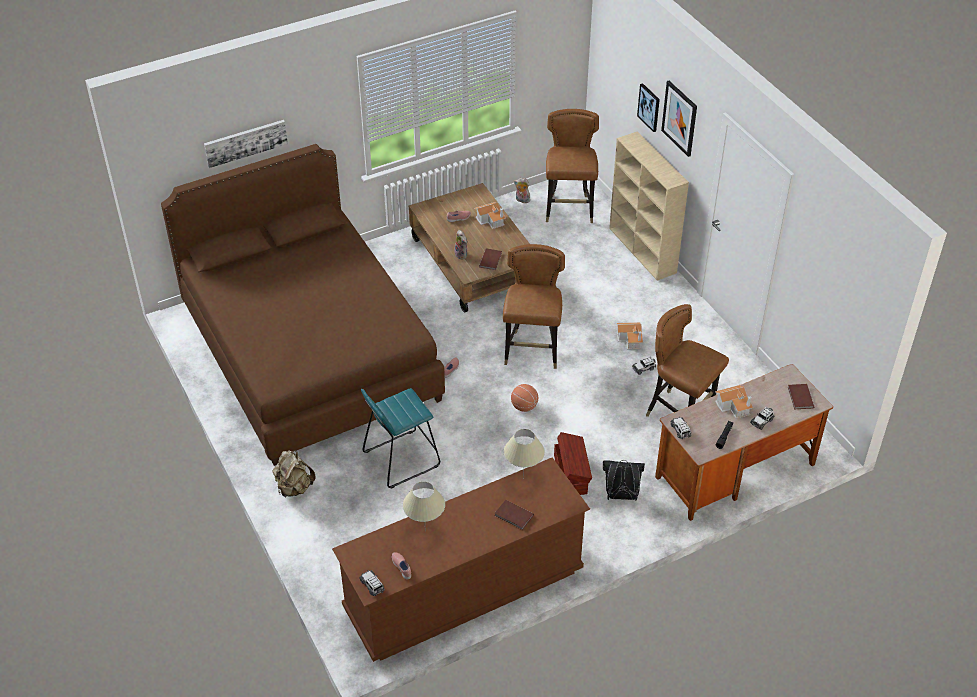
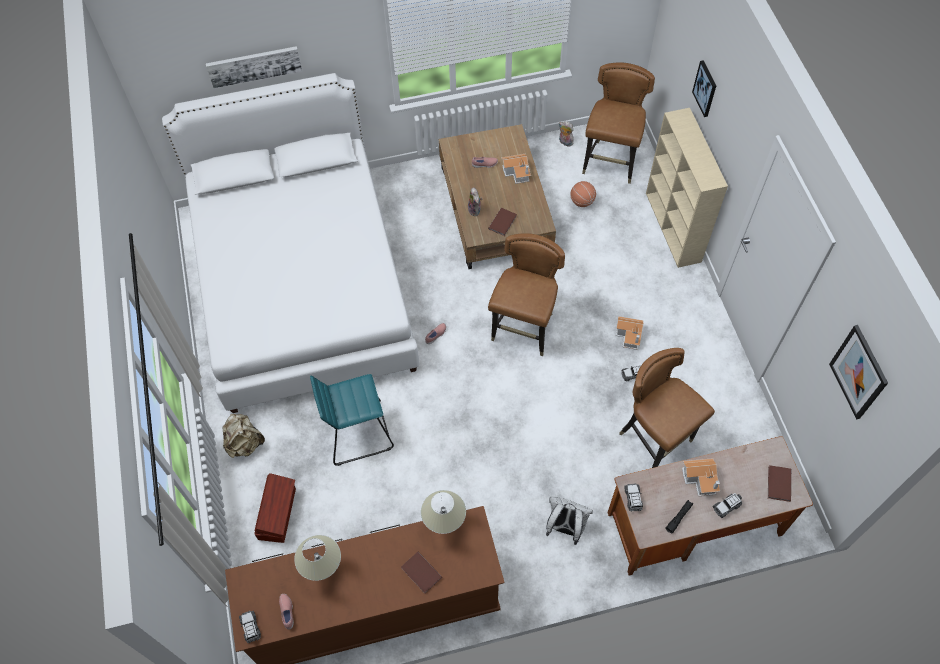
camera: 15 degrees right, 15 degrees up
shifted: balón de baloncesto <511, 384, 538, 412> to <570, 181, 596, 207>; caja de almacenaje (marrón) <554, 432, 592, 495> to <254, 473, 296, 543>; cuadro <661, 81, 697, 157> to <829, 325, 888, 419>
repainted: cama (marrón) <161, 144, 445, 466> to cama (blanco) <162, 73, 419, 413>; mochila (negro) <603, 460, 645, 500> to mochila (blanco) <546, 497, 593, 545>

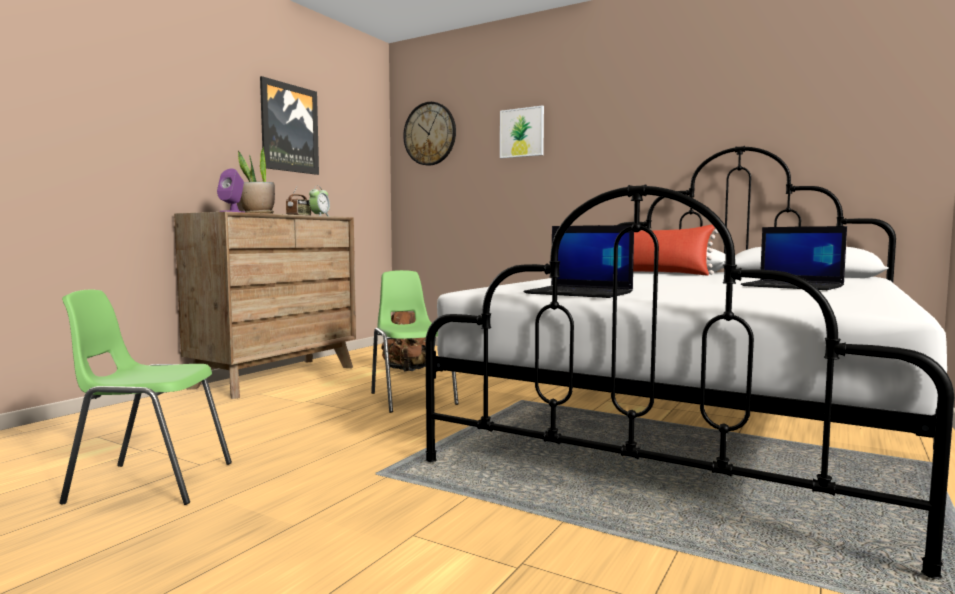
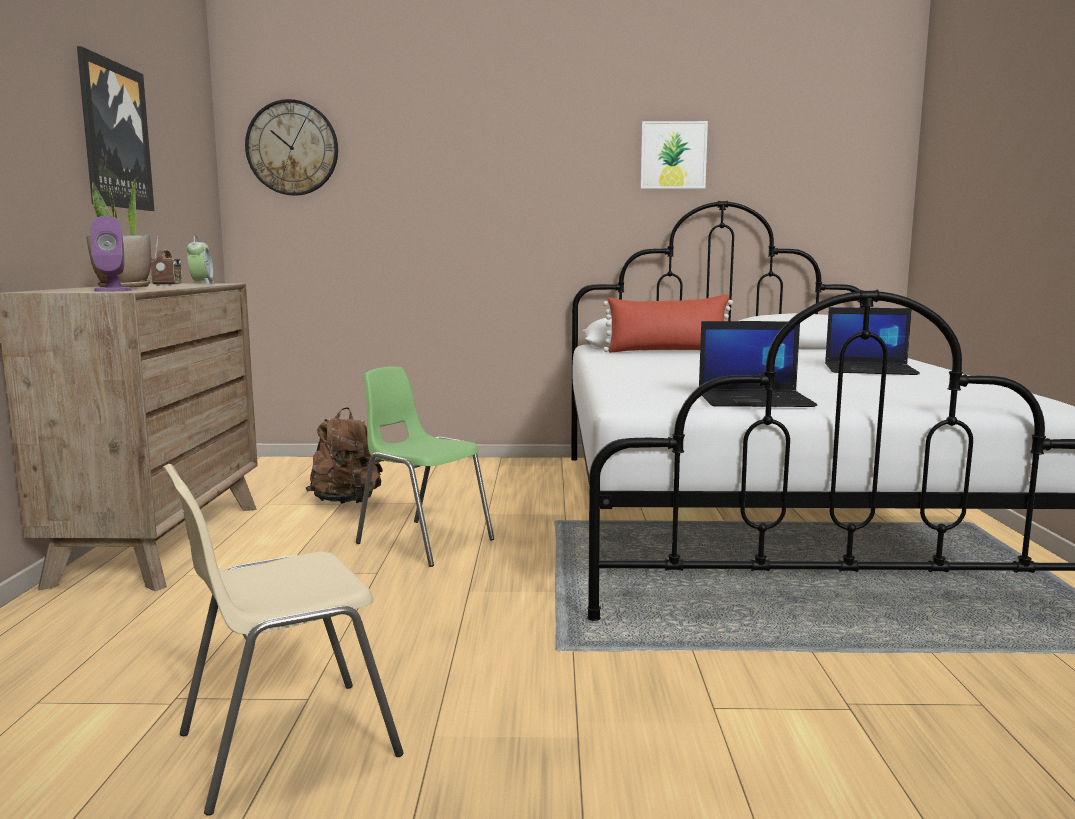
camera: 30 degrees left, 5 degrees up
shifted: cuadro <500, 105, 544, 159> to <640, 121, 708, 189>
repainted: silla (verde) <60, 289, 232, 505> to silla (beis) <163, 464, 403, 816>

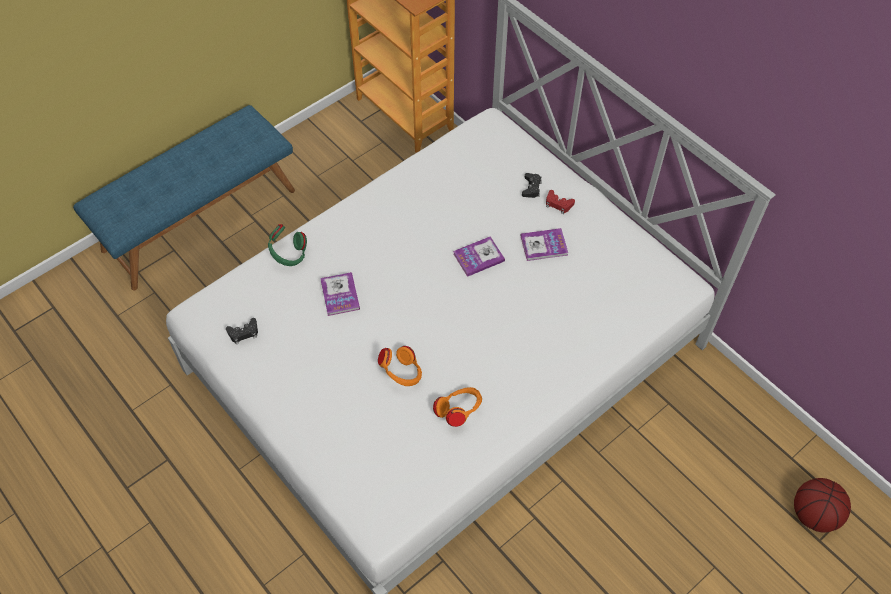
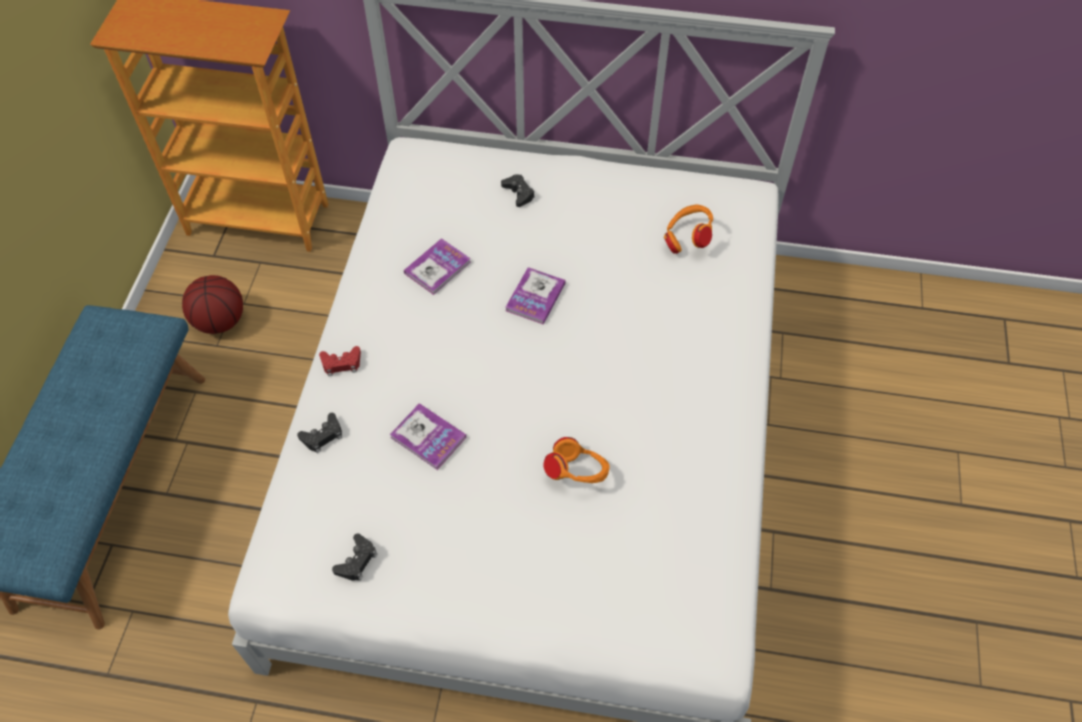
camera: 40 degrees left, 0 degrees up
shifted: auriculares (naranja) <433, 387, 482, 427> to <664, 204, 713, 254>; libro <521, 228, 568, 261> to <404, 238, 471, 295>; mando de consola (rojo) <546, 190, 575, 214> to <319, 346, 361, 376>; balón de baloncesto <794, 478, 851, 533> to <182, 275, 243, 334>
swapped: auriculares (verde) <268, 224, 307, 266> to mando de consola (negro) <297, 413, 342, 453>

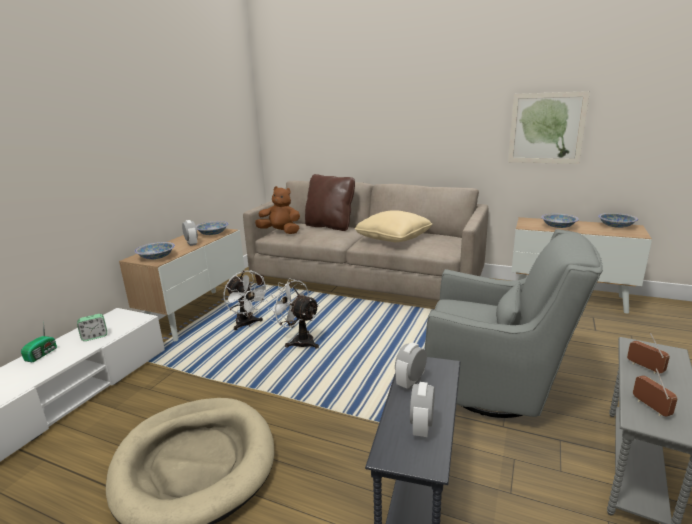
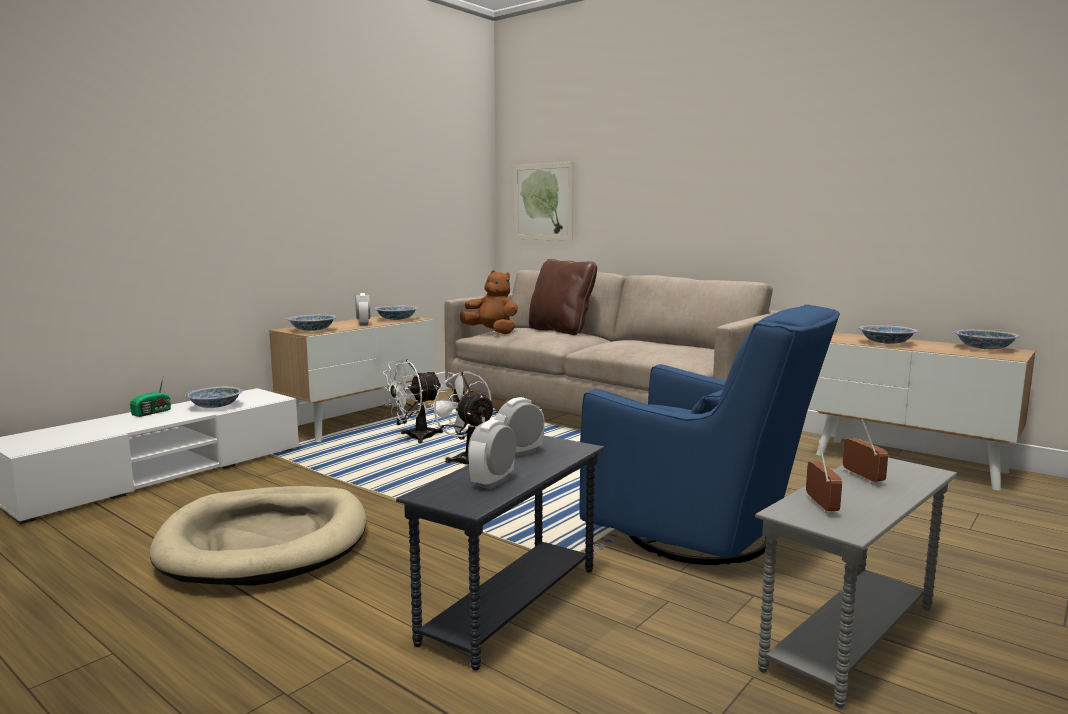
camera: 15 degrees right, 10 degrees down
gone: cojín (beis) <355, 210, 432, 242>
shifted: cuadro <508, 91, 590, 164> to <514, 162, 574, 241>
swapped: despertador <77, 314, 107, 341> to cuenco <185, 387, 243, 408>
repainted: sillón (gris) <425, 229, 603, 418> to sillón (azul) <580, 304, 840, 565>
rotated: ventilador (blanco) <223, 271, 270, 330> = <382, 359, 443, 443> 75 degrees clockwise

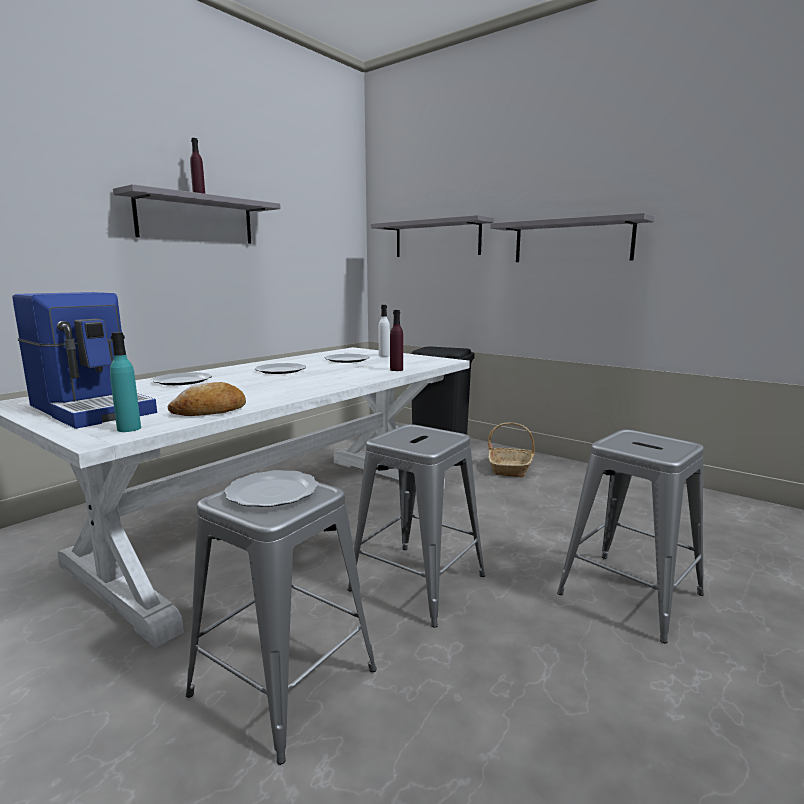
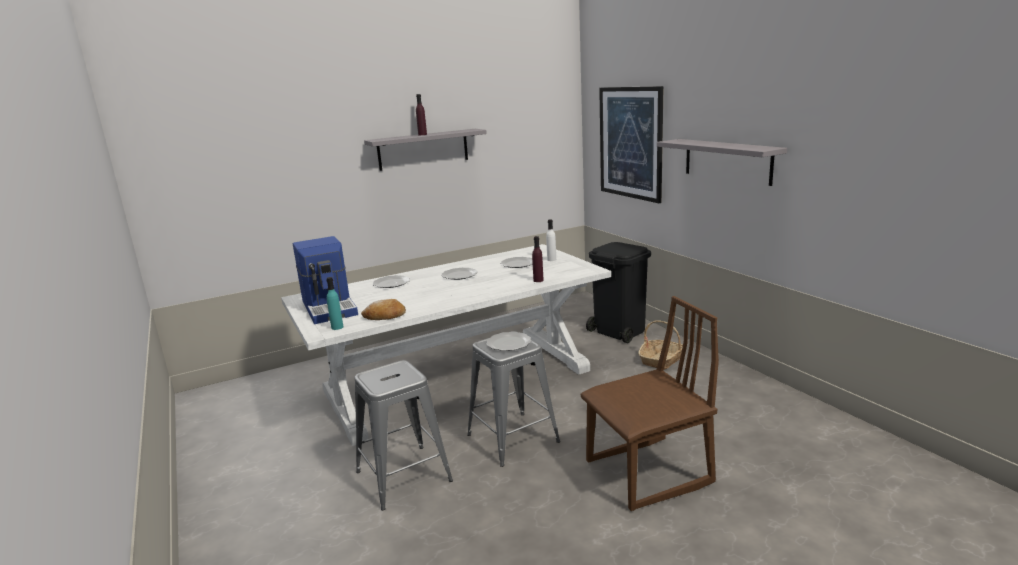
camera: 25 degrees right, 5 degrees up
shifted: plato <224, 470, 318, 507> to <487, 332, 531, 351>
swapped: estante (gris) <371, 215, 494, 257> to cuadro <599, 86, 664, 203>; taburete (gris) <557, 429, 704, 643> to silla (marrón) <580, 296, 719, 511>

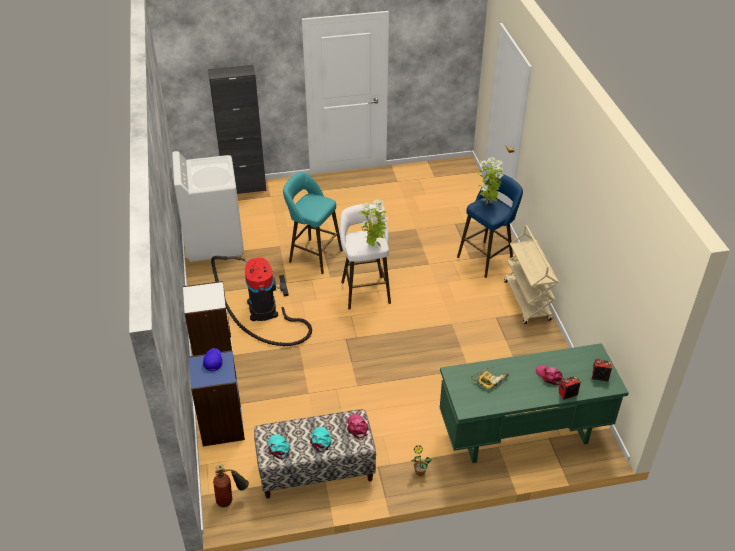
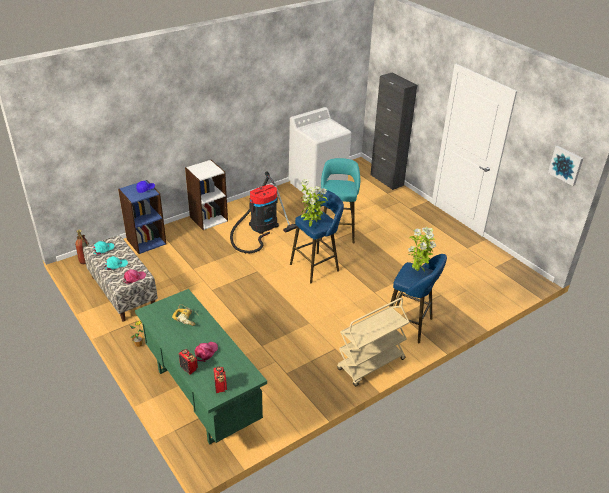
camera: 65 degrees right, 5 degrees down
new: cuadro <548, 146, 583, 186>
repainted: taburete (blanco) <340, 204, 391, 310> to taburete (azul) <290, 190, 344, 283>

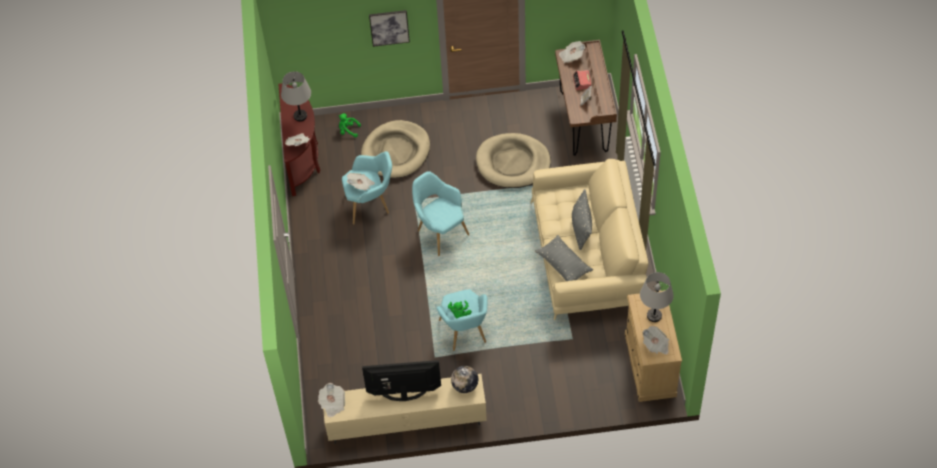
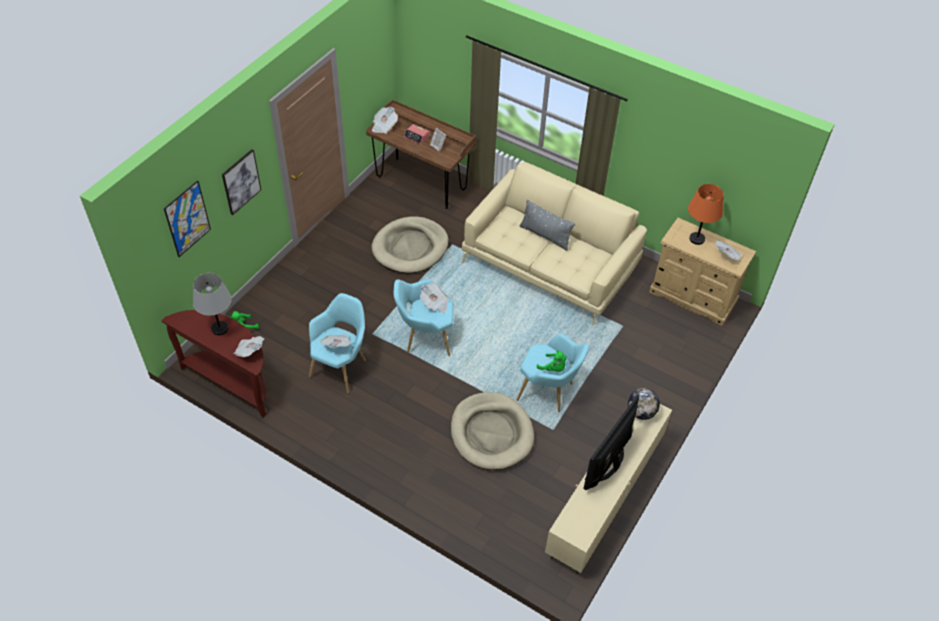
camera: 55 degrees left, 5 degrees down
gone: cojín (gris) <535, 235, 593, 281>
new: cuadro <164, 180, 211, 257>
shifted: periódico <318, 383, 345, 417> to <420, 283, 449, 313>; cama para perro (beis) <361, 120, 430, 178> to <451, 392, 534, 470>
repainted: lámpara de mesa (gris) <640, 272, 674, 322> to lámpara de mesa (naranja) <688, 184, 724, 245>

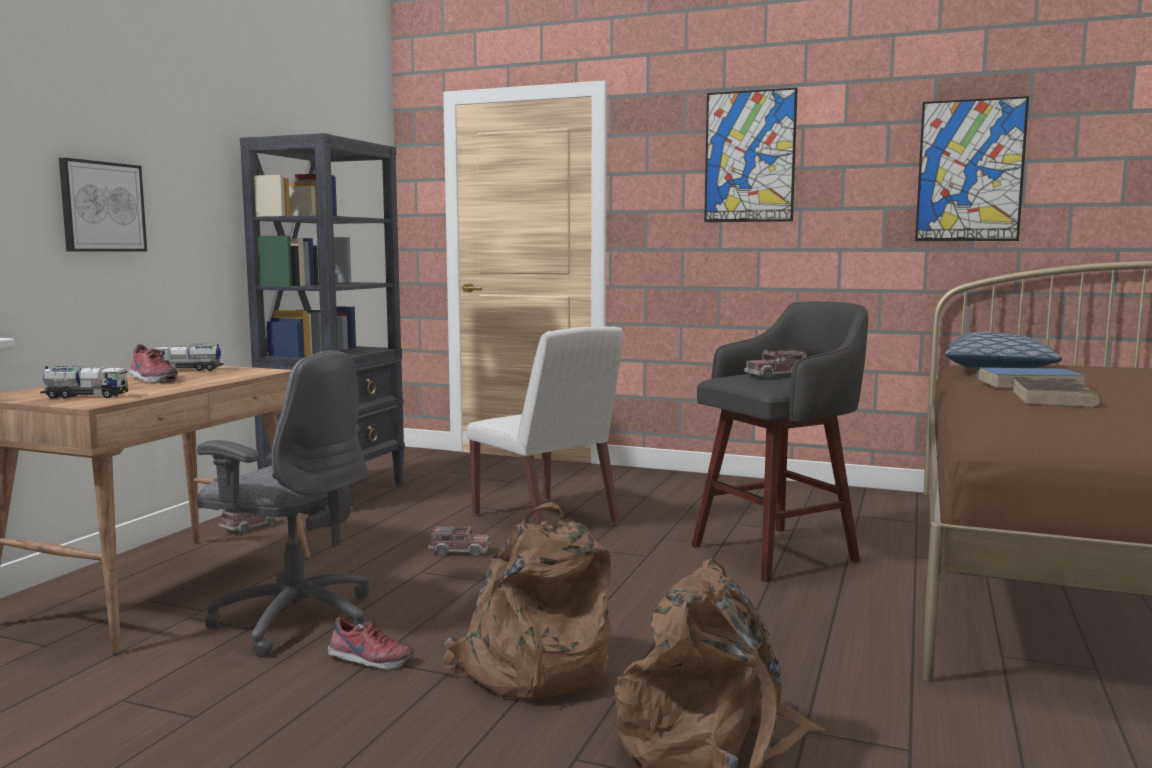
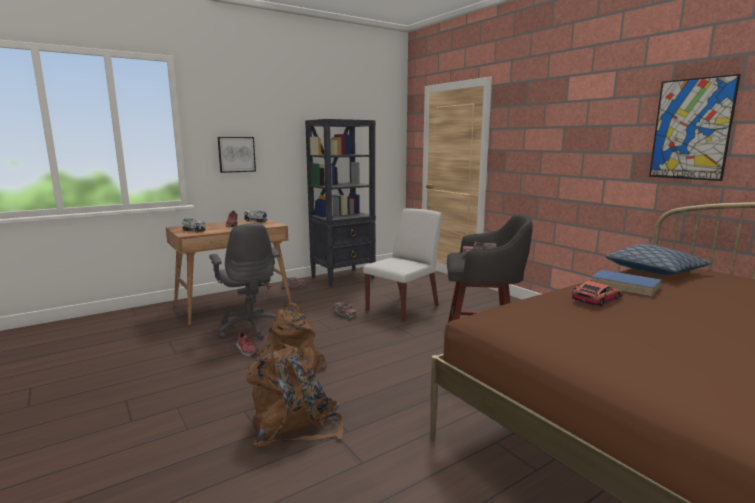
camera: 35 degrees right, 5 degrees up
gone: cuadro <704, 88, 798, 222>
swapped: libro (marrón) <1012, 377, 1101, 407> to coche de juguete <572, 281, 623, 306>
rotated: silla (blanco) <466, 327, 623, 525> = <363, 208, 442, 323> 135 degrees counterclockwise

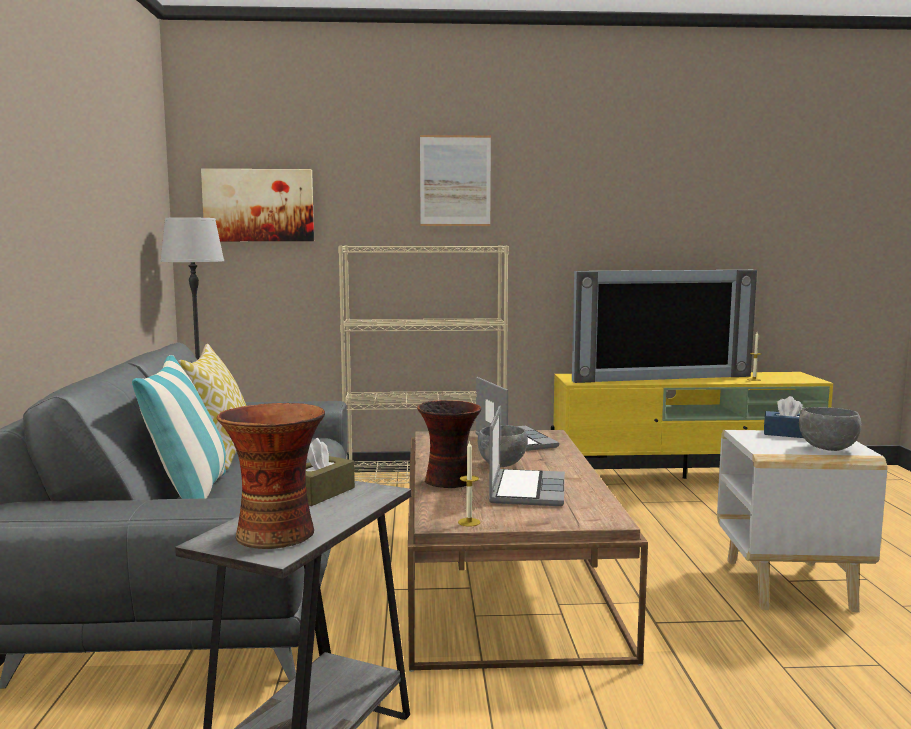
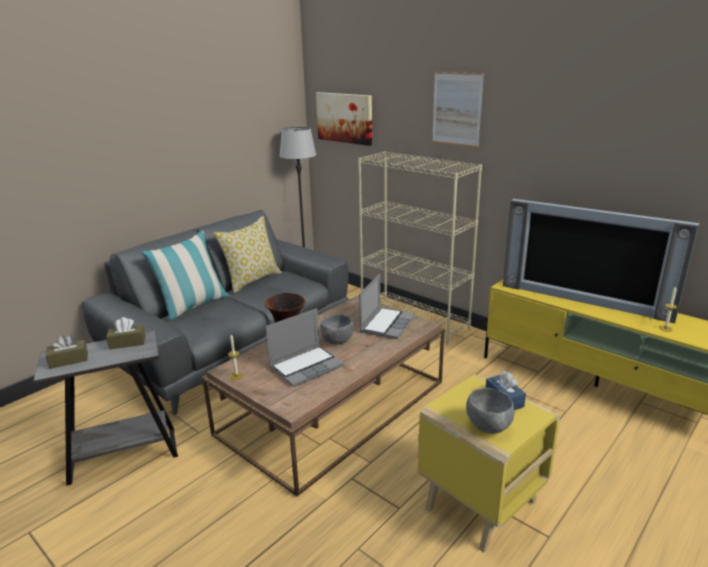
camera: 45 degrees right, 15 degrees up
swapped: florero <217, 403, 325, 549> to caja de pañuelos (marrón) <46, 335, 88, 369>
repainted: mesa auxiliar (blanco) <717, 430, 887, 612> to mesa auxiliar (amarillo) <418, 374, 560, 553>

